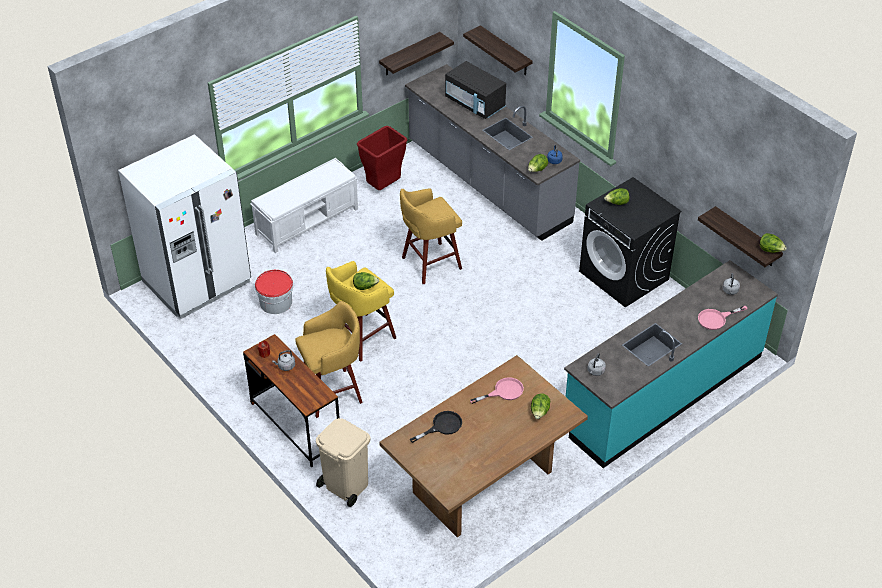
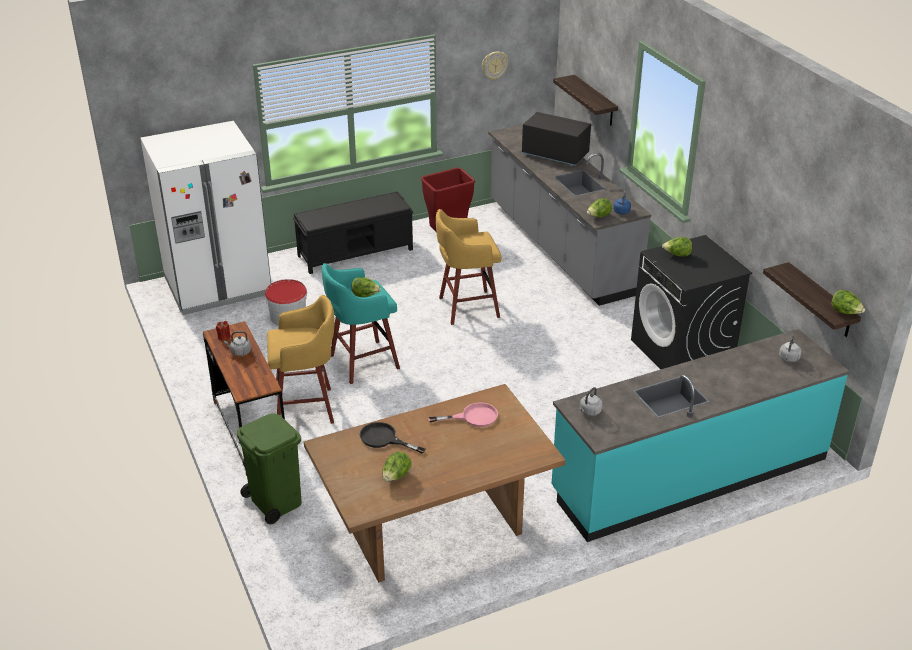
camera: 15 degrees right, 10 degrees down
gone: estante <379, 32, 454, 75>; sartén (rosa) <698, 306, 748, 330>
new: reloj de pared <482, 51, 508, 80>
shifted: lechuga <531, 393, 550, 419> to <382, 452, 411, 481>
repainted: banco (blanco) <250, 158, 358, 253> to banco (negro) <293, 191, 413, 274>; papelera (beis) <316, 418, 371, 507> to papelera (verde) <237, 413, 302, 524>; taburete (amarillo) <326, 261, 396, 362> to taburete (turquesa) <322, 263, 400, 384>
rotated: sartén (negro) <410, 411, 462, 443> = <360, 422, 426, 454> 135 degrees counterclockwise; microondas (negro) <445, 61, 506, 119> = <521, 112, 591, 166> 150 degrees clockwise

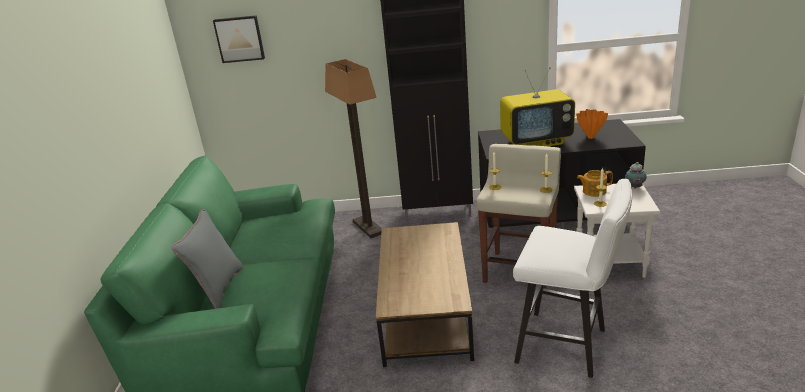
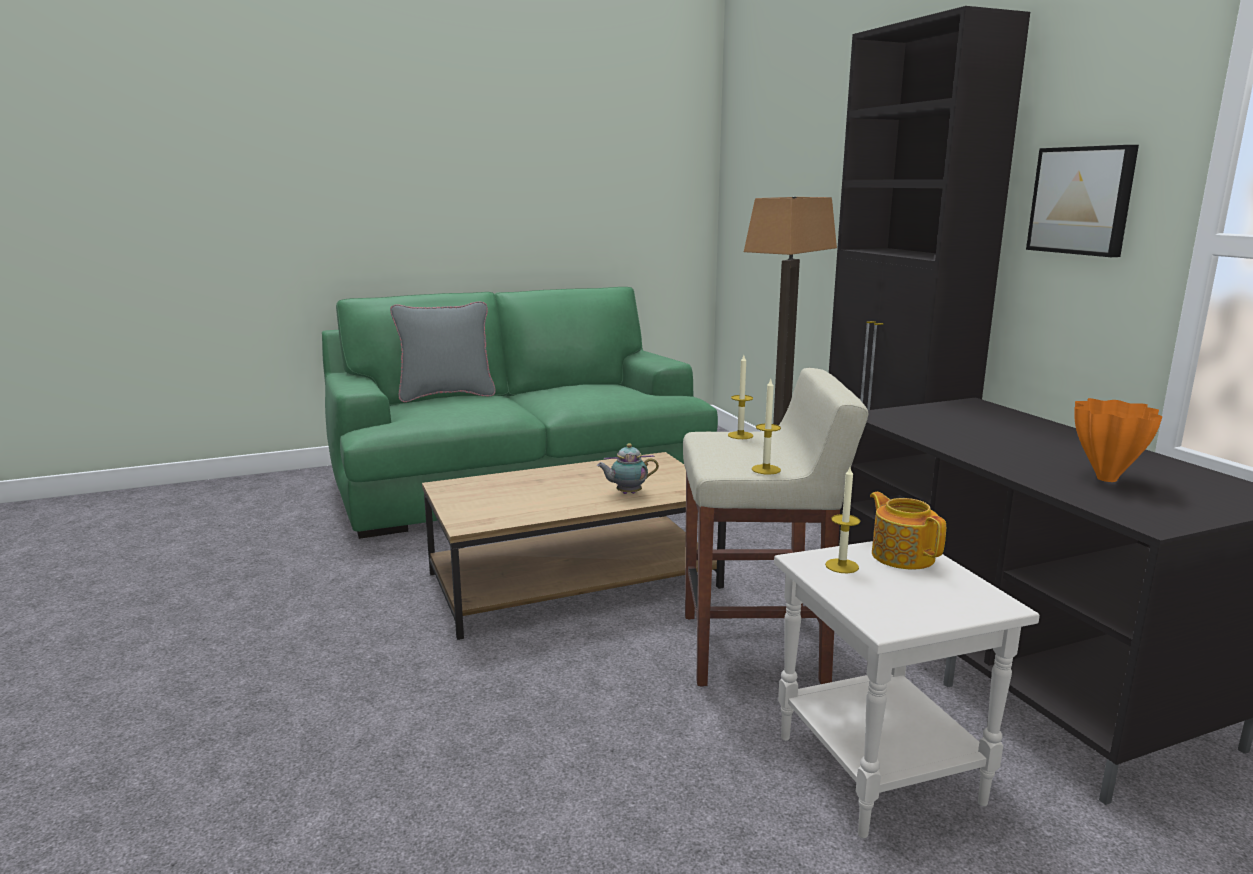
camera: 65 degrees right, 10 degrees down
gone: televisor <500, 68, 575, 146>; taburete (blanco) <513, 179, 632, 378>
shifted: cuadro <213, 15, 265, 63> to <1026, 145, 1139, 257>; tetera <626, 162, 647, 188> to <597, 443, 659, 494>

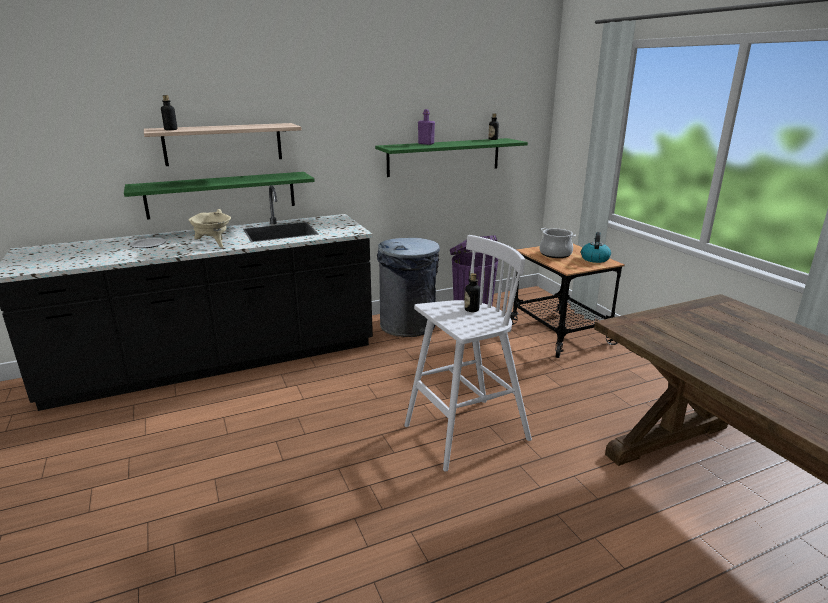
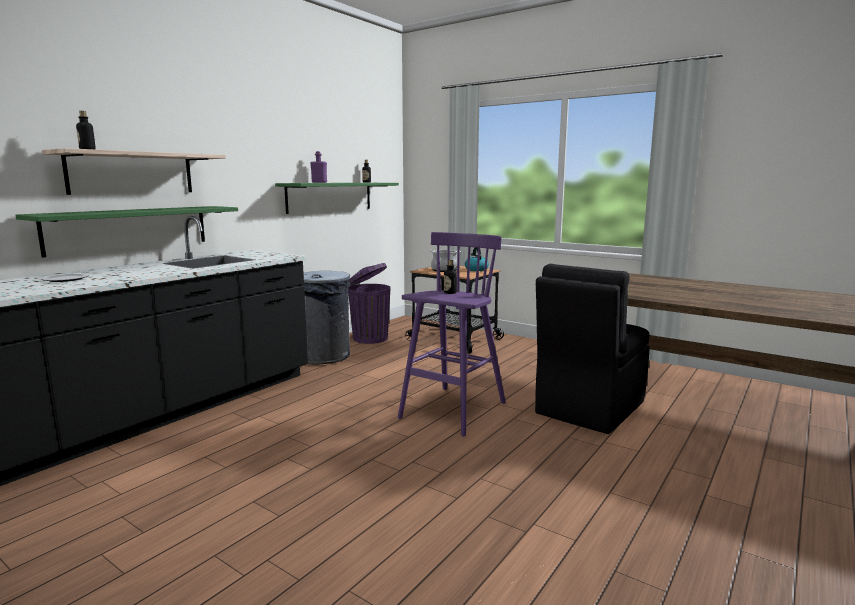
camera: 30 degrees left, 10 degrees down
gone: olla (beis) <188, 209, 231, 248>
new: silla (negro) <535, 264, 650, 434>
repainted: taburete (blanco) <404, 235, 532, 472> to taburete (morado) <398, 232, 506, 437>

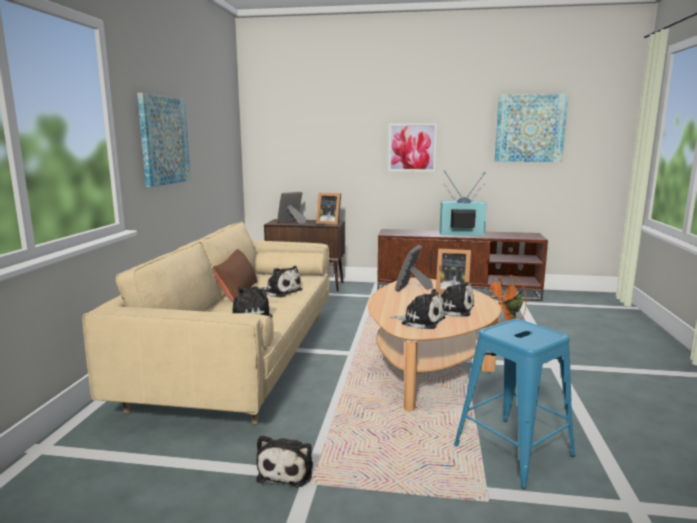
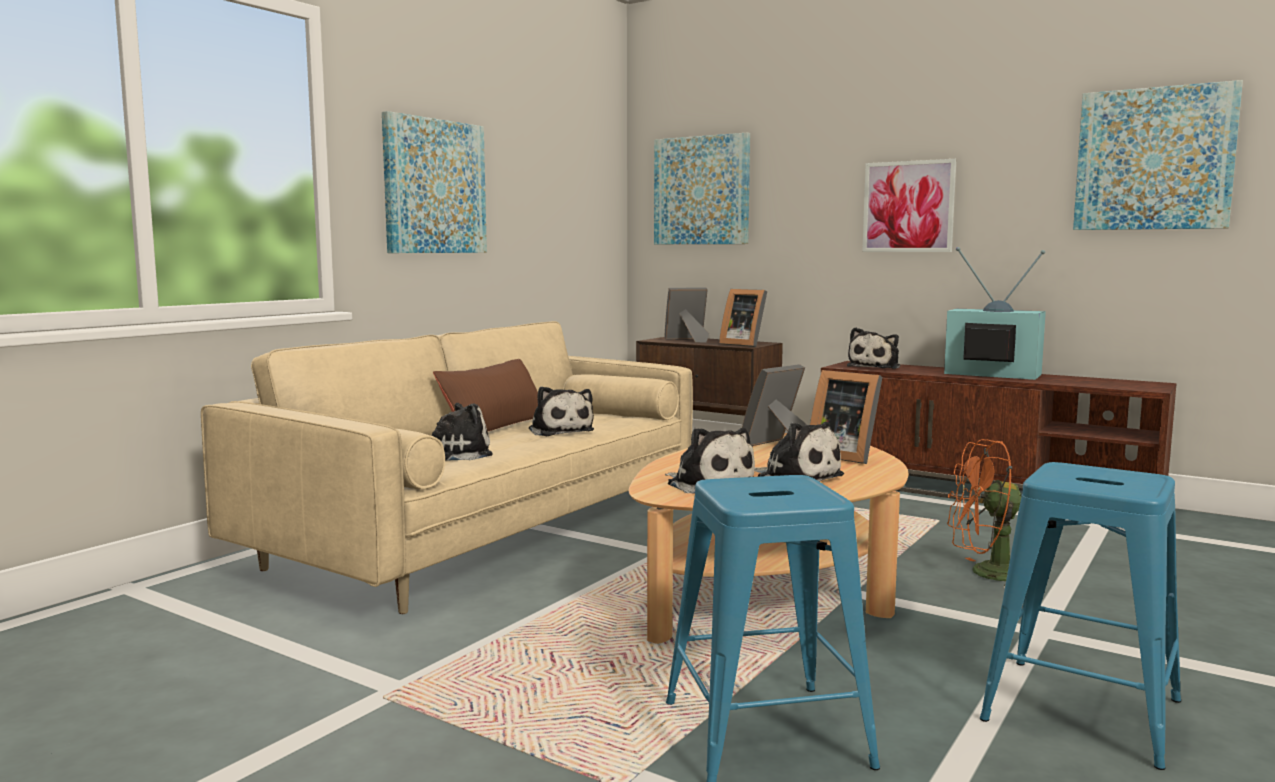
camera: 25 degrees right, 5 degrees down
new: cuadro <654, 133, 750, 244>; taburete (azul) <980, 462, 1181, 770>
shifted: peluche <256, 435, 313, 487> to <847, 327, 900, 369>

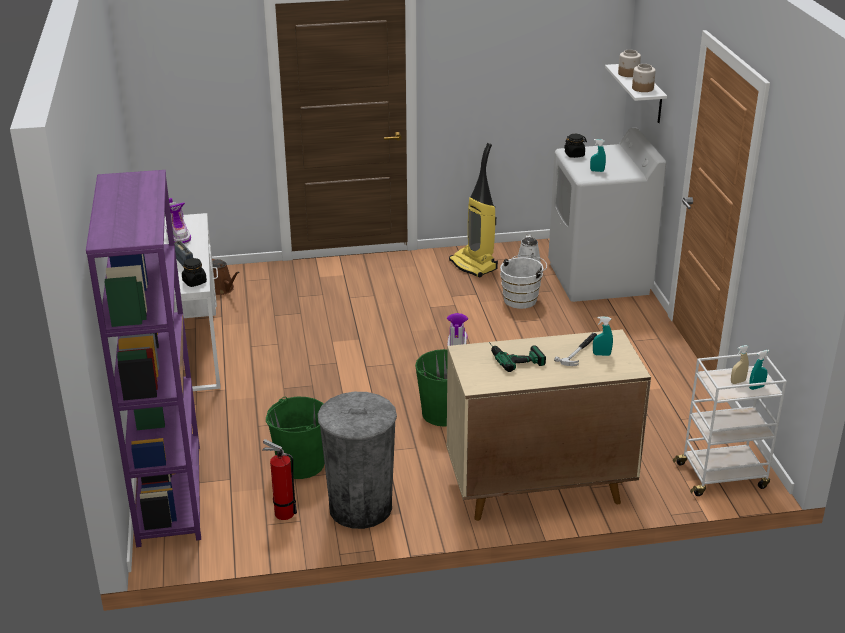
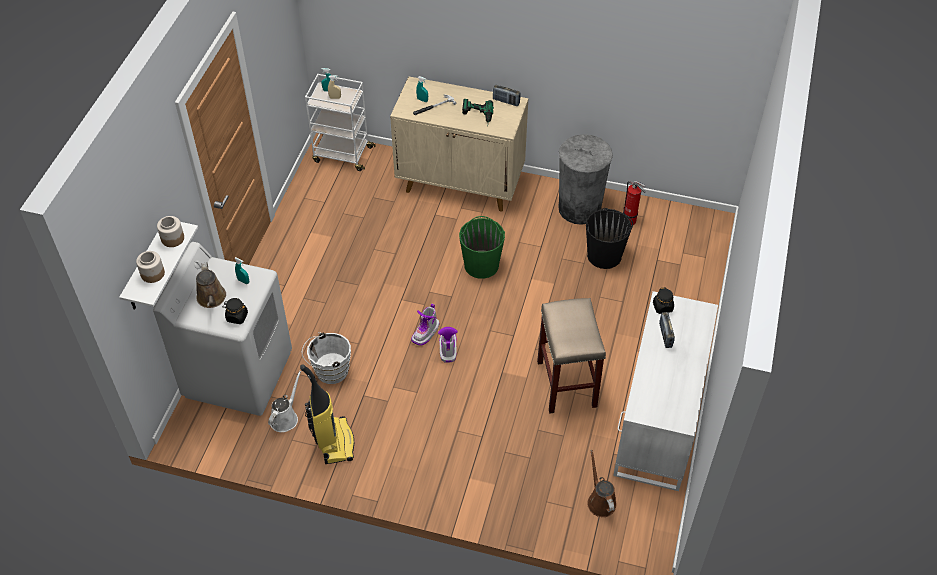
camera: 155 degrees left, 20 degrees up
gone: estantería (morado) <86, 170, 201, 547>
new: regadera (marrón) <196, 262, 226, 308>; radio <493, 85, 521, 106>; taburete (beis) <537, 298, 606, 414>
shifted: bota <166, 198, 191, 244> to <438, 327, 458, 363>
repainted: cubo (verde) <266, 397, 324, 479> to cubo (negro) <586, 208, 633, 269>

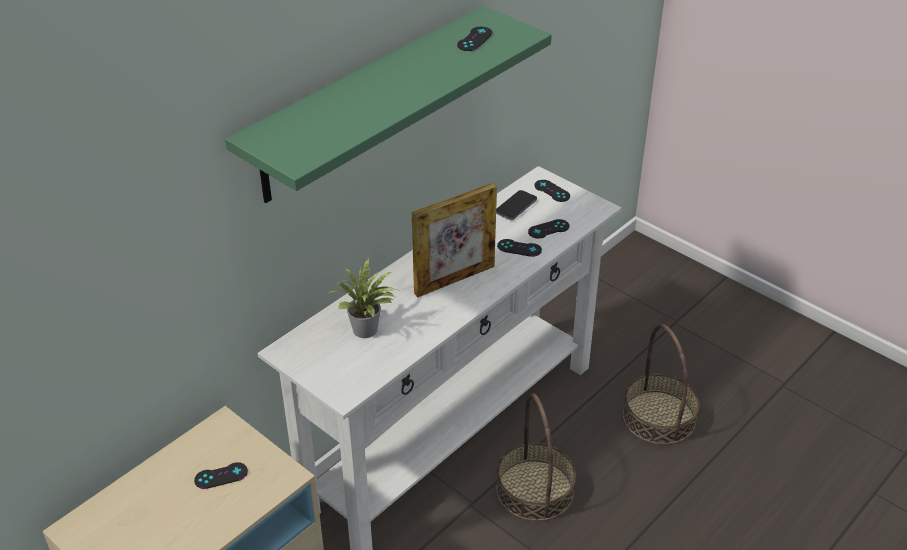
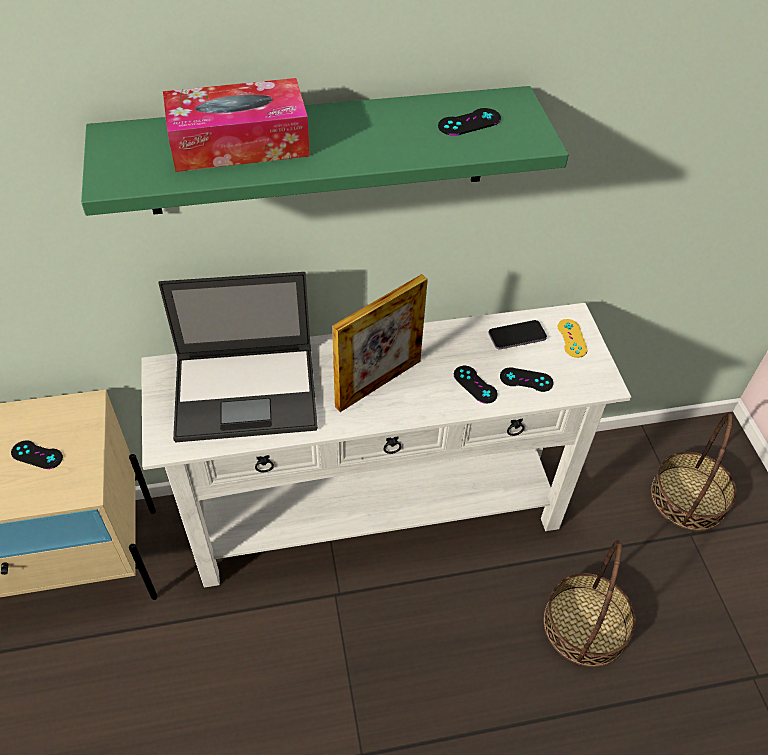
camera: 35 degrees right, 10 degrees up
new: caja de pañuelos <163, 78, 310, 172>
shifted: cesta <496, 393, 576, 521> to <651, 413, 737, 531>
swapped: planta en maceta <327, 257, 397, 338> to portátil <158, 272, 318, 442>
repainted: mando de consola (negro) <534, 180, 570, 202> to mando de consola (amarillo) <558, 319, 587, 358>
rotated: portarretratos <412, 183, 497, 297> = <332, 274, 428, 412> 45 degrees counterclockwise

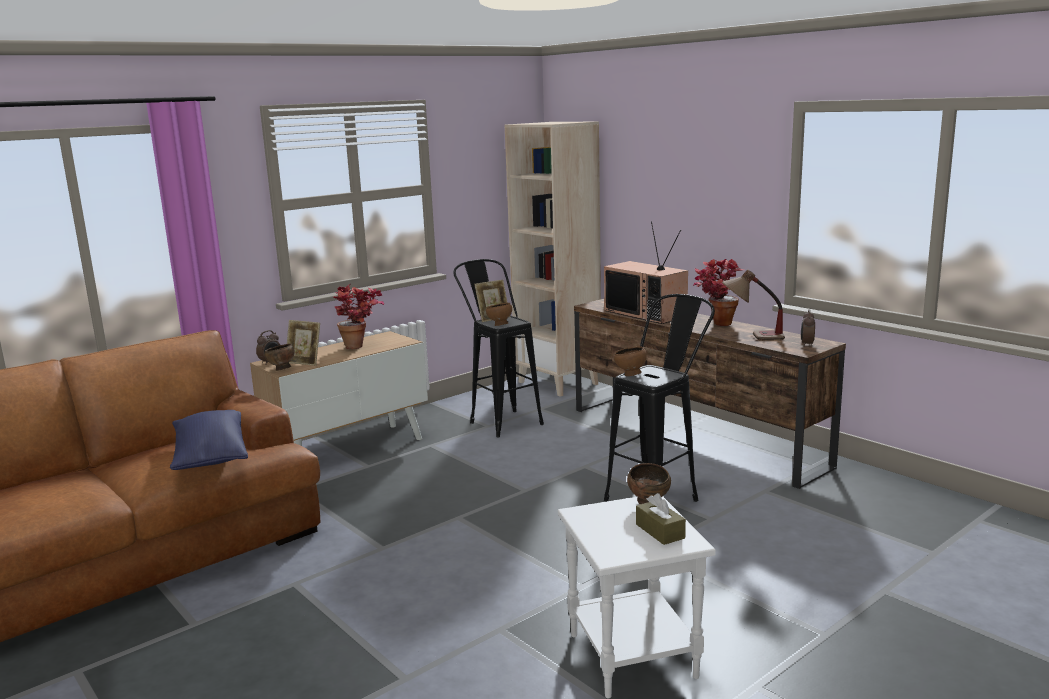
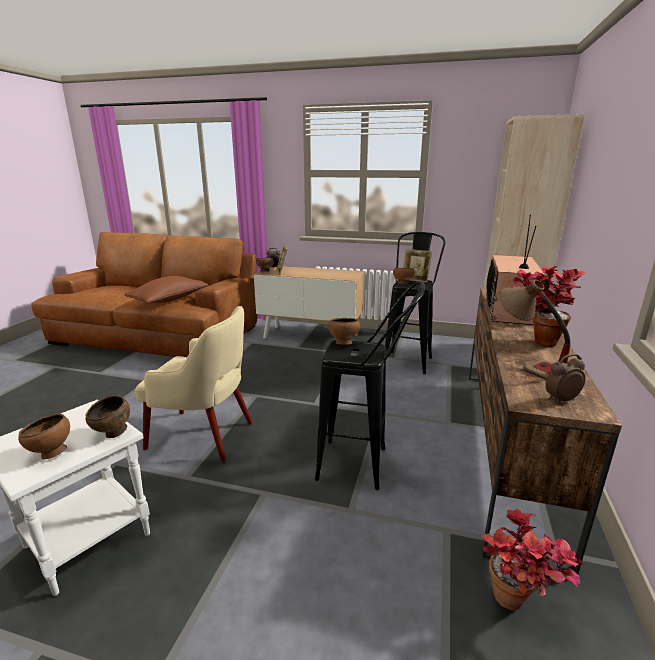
camera: 55 degrees right, 5 degrees up
new: sillón (beis) <135, 306, 253, 463>
shifted: planta en maceta <333, 284, 384, 349> to <481, 509, 583, 611>
swapped: caja de pañuelos (marrón) <636, 493, 686, 545> to cuenco (marrón) <18, 414, 70, 459>
repainted: cojín (azul) <170, 410, 248, 470> to cojín (marrón) <124, 276, 208, 303>

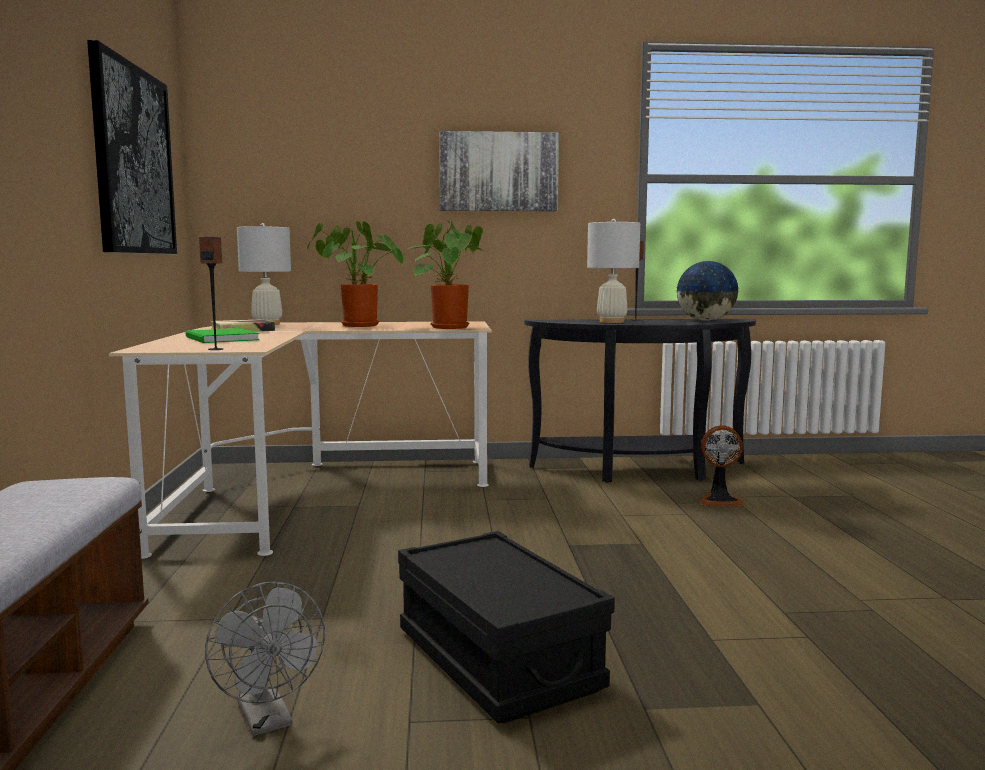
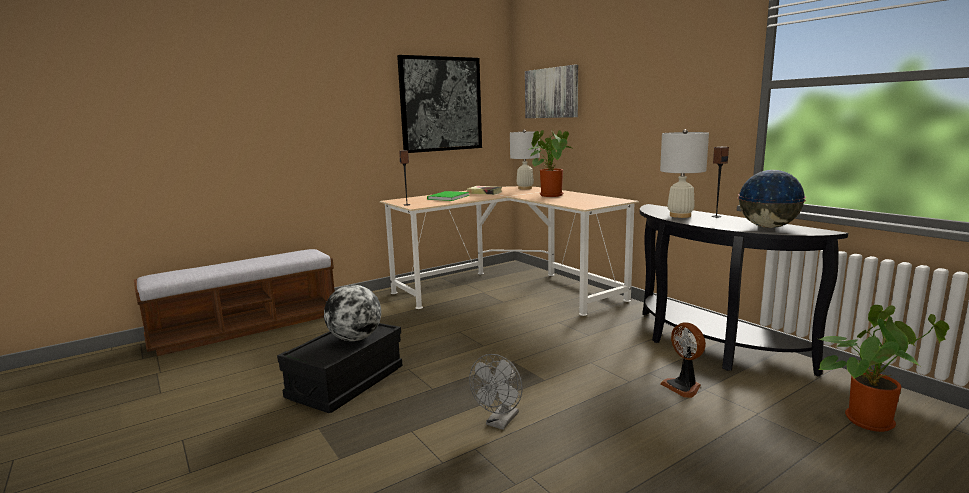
camera: 60 degrees right, 5 degrees up
new: globo terráqueo <324, 285, 381, 341>
shifted: ventilador (gris) <205, 582, 325, 736> to <469, 354, 523, 430>; planta en maceta <408, 220, 484, 329> to <819, 305, 949, 432>; cuadro <439, 131, 559, 211> to <525, 65, 578, 118>

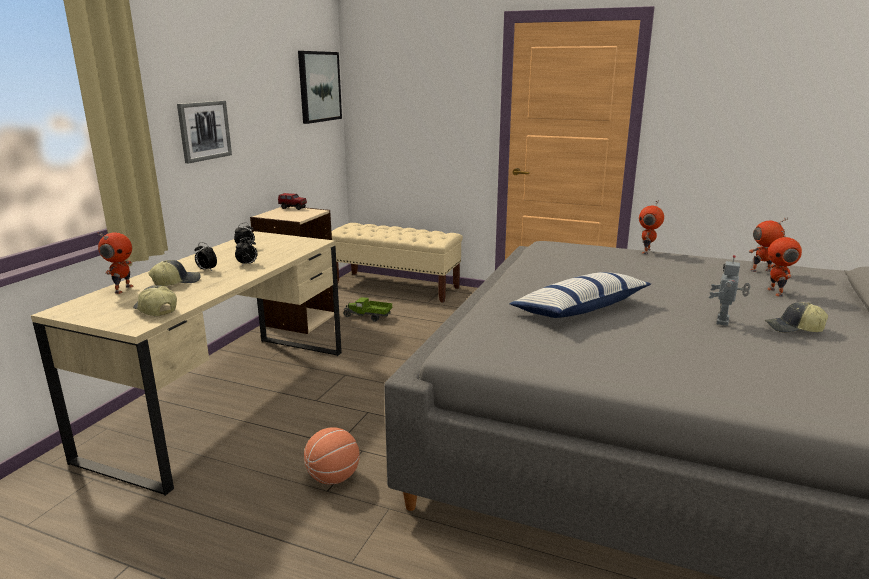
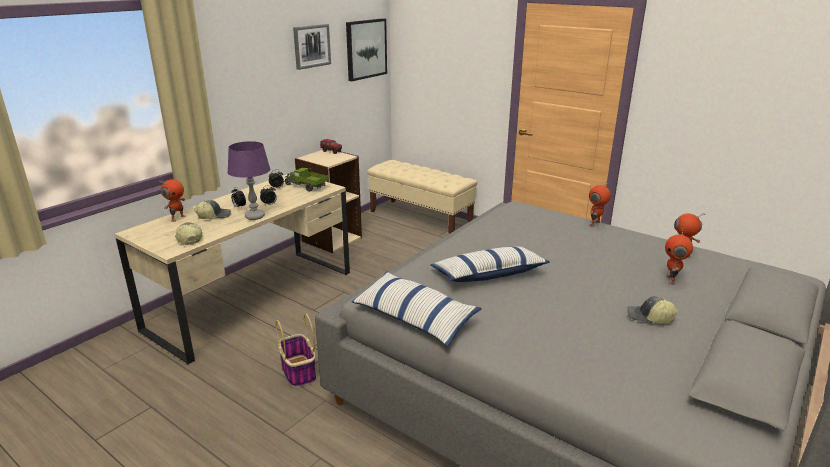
camera: 15 degrees right, 5 degrees up
gone: robot de juguete <708, 255, 751, 326>
new: lámpara de mesa (morado) <228, 141, 270, 220>; cojín <352, 271, 482, 346>
shifted: cuadro <177, 101, 232, 163> to <293, 24, 331, 70>; camión de juguete <343, 297, 392, 322> to <284, 168, 328, 192>
swapped: balón de baloncesto <304, 427, 360, 485> to cesta <276, 314, 316, 388>

